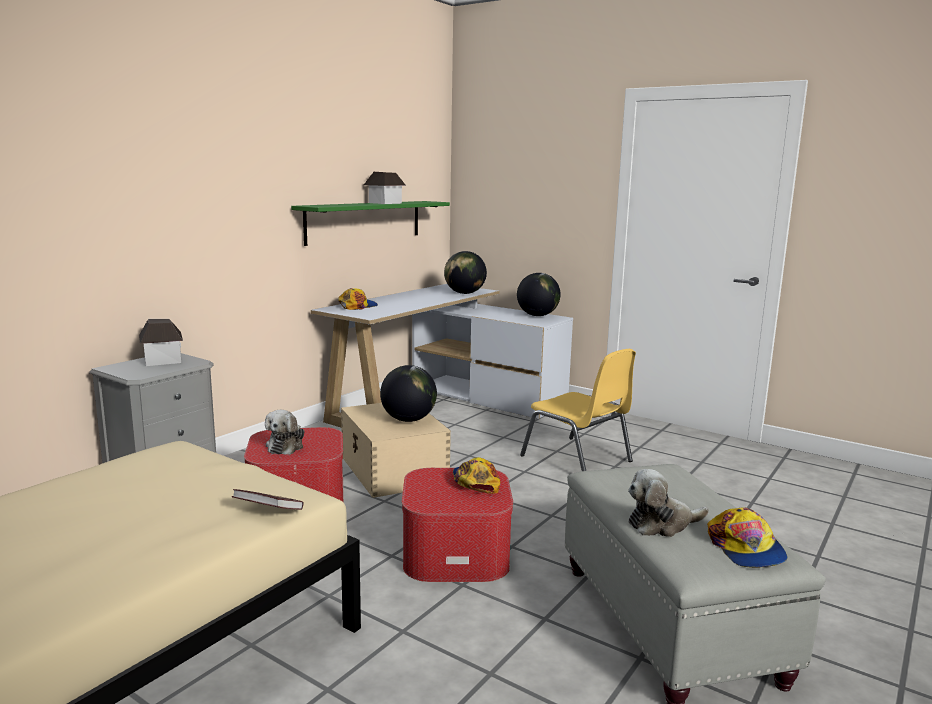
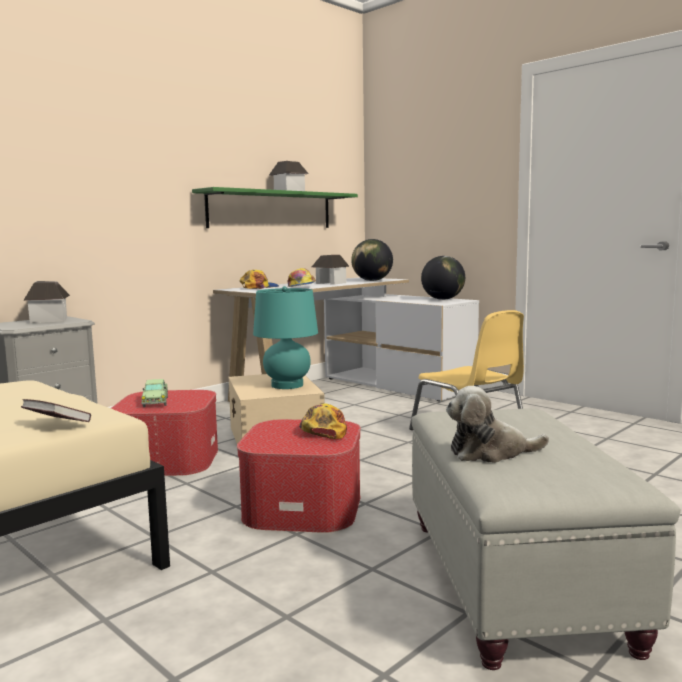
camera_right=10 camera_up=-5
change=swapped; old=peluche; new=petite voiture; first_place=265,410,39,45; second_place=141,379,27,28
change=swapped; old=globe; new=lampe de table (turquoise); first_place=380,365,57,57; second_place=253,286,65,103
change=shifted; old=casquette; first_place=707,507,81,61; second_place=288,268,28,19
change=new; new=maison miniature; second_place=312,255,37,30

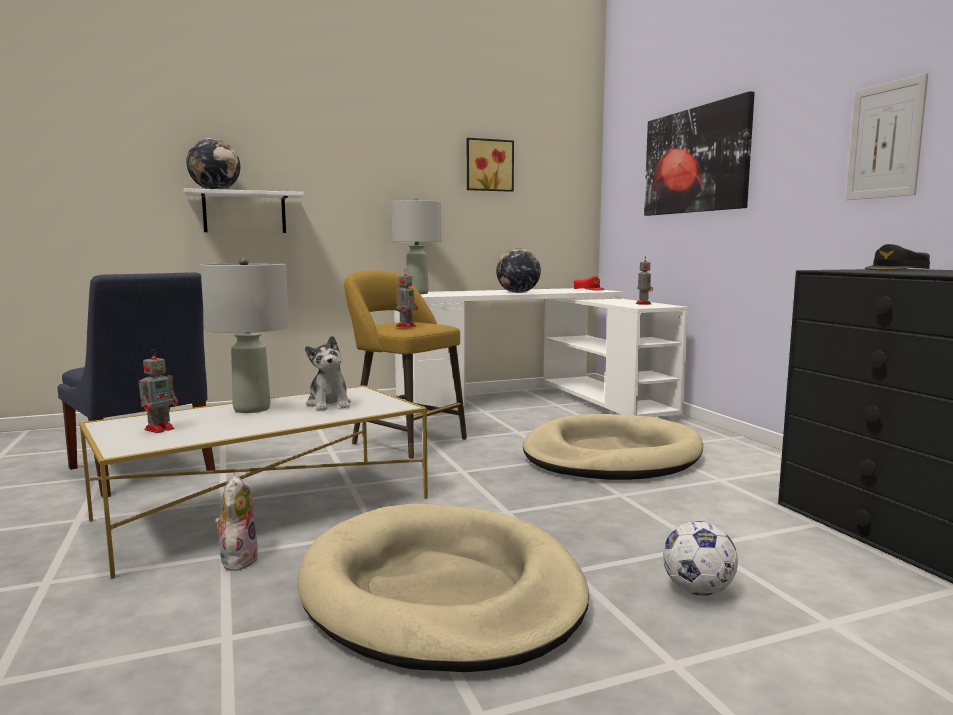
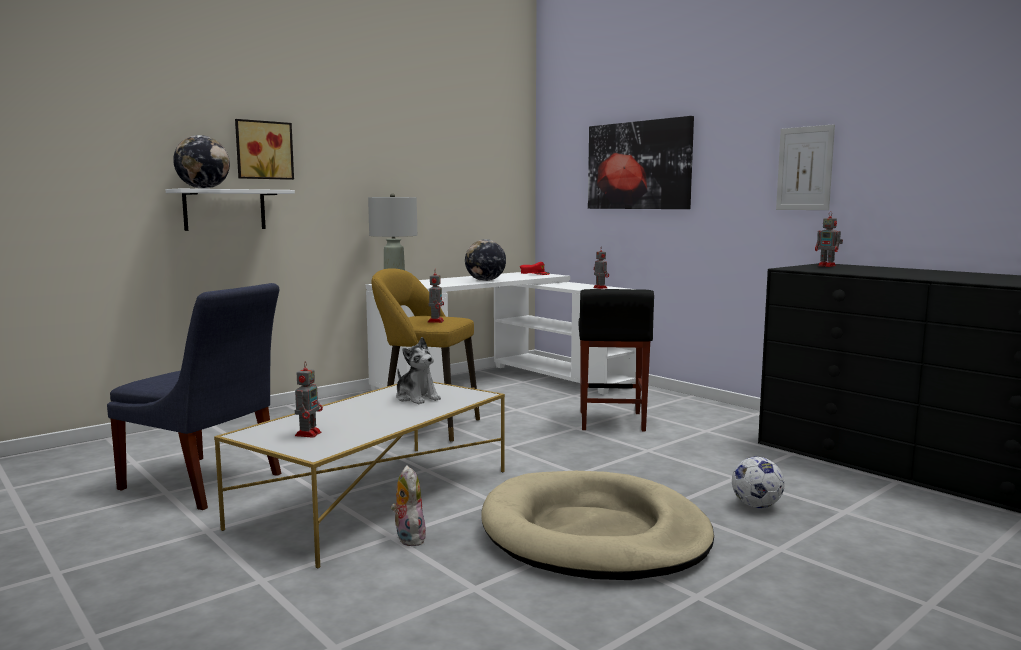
camera_right=-20 camera_up=0
change=gone; old=lampe de table (gris); first_place=200,258,89,155
change=shifted; old=tableau; first_place=467,138,47,54; second_place=235,119,59,61
change=swapped; old=panier pour chien (beige); new=tabouret (noir); first_place=523,414,180,66; second_place=579,289,75,142
change=swapped; old=casquette (noir); new=robot jouet; first_place=865,244,65,26; second_place=815,211,28,56

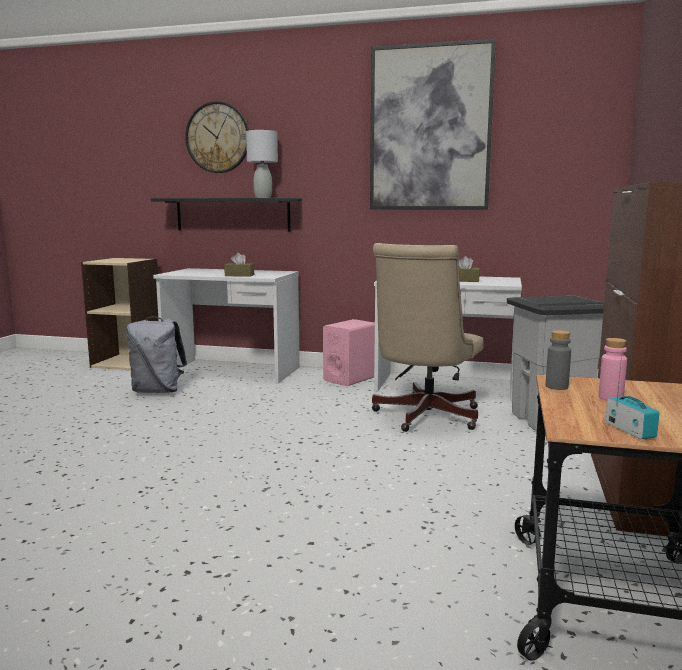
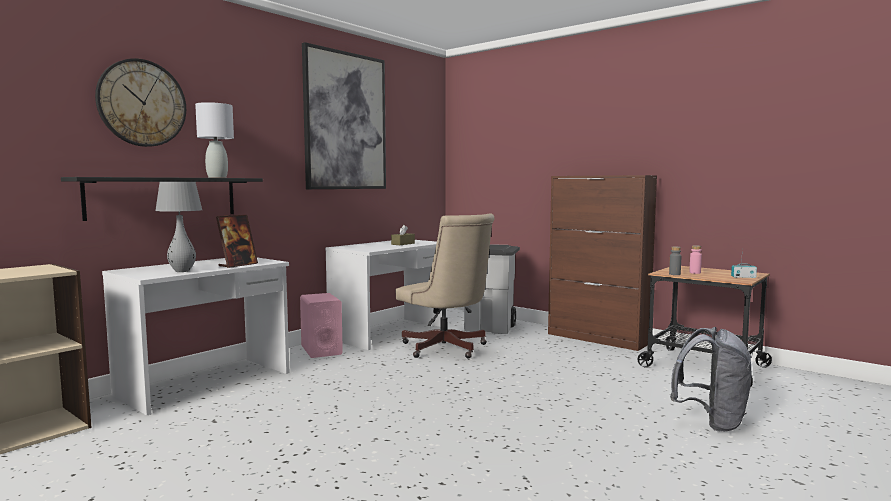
camera_right=-65 camera_up=-5
change=shifted; old=sac à dos (gris); first_place=126,317,61,76; second_place=670,327,82,105
change=swapped; old=boîte à mouchoirs (marron); new=cadre photo; first_place=224,253,30,24; second_place=216,215,42,53
change=new; new=lampe de table (gris); second_place=155,182,47,90

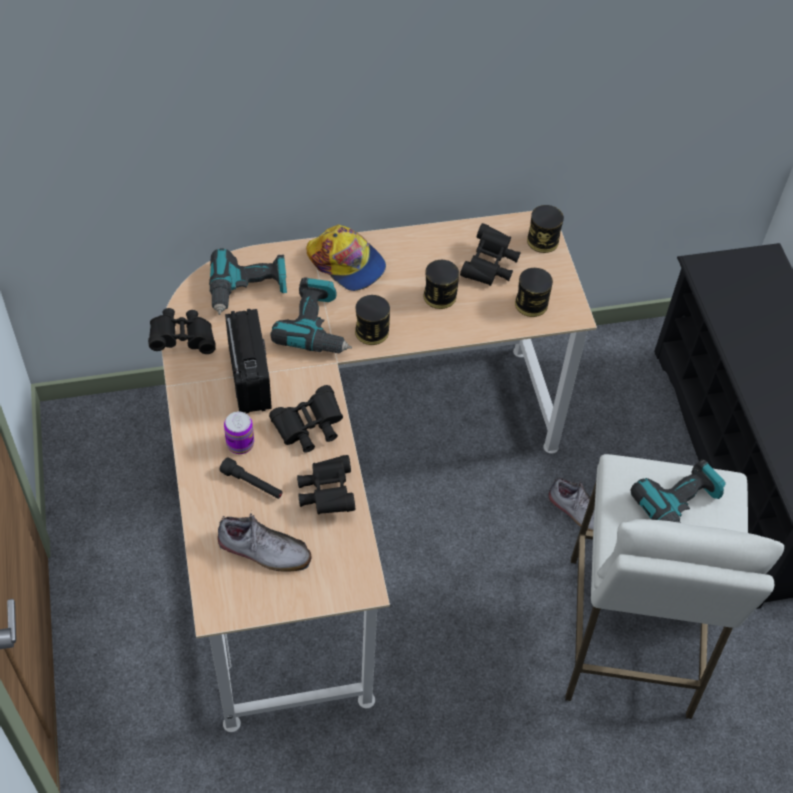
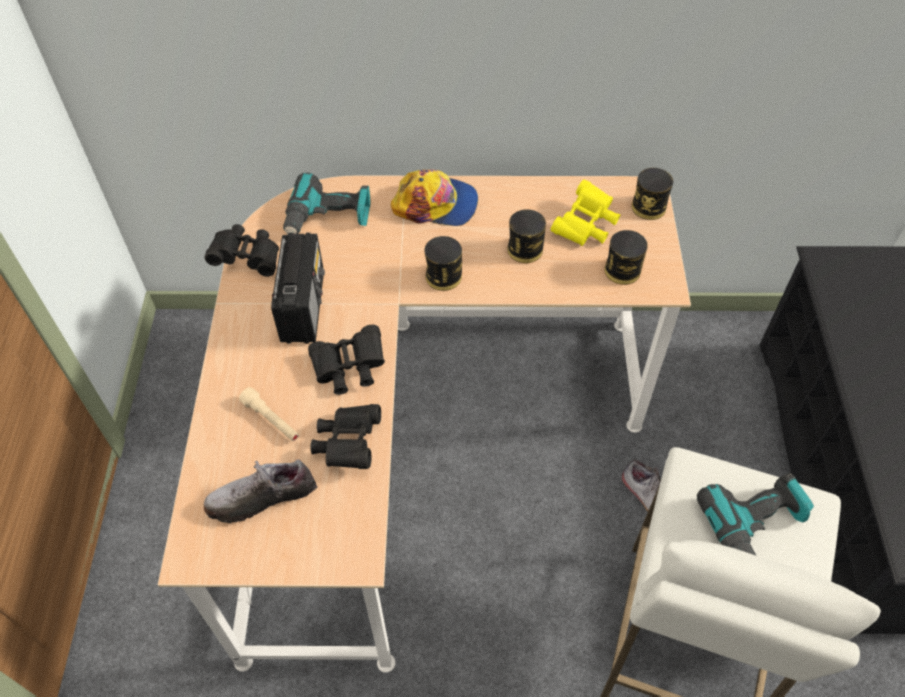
camera_right=15 camera_up=0
change=rotated; old=chaussure; first_place=218,513,94,59; second_place=204,459,114,64; degrees=135
change=repainted; old=lampe de poche (noir); new=lampe de poche (beige); first_place=220,457,63,42; second_place=239,387,60,54
change=gone; old=boîte métallique; first_place=224,411,30,43
change=gone; old=perceuse; first_place=271,277,81,76
change=rotated; old=casquette; first_place=306,225,80,66; second_place=391,169,87,57; degrees=-45
change=repainted; old=jumelles (noir); new=jumelles (jaune); first_place=460,223,61,63; second_place=551,180,69,66

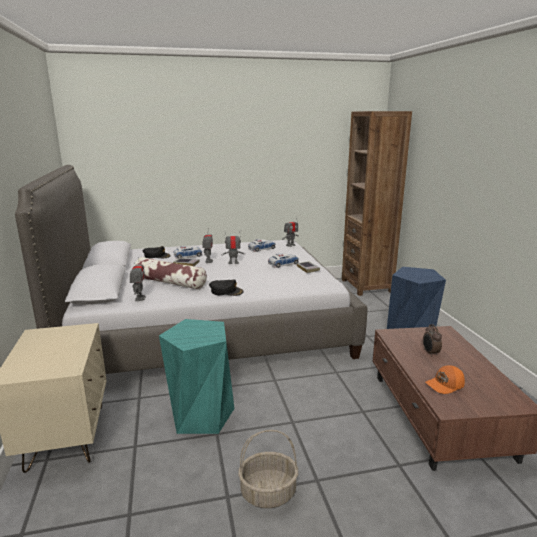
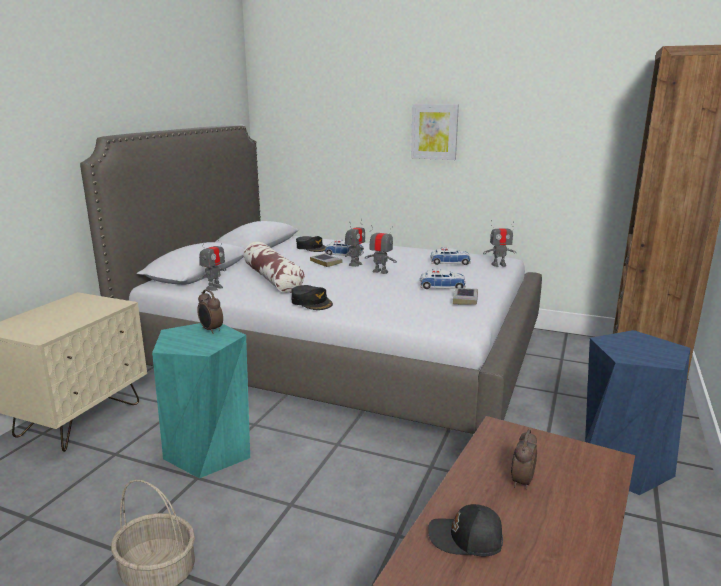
camera_right=35 camera_up=0
change=repainted; old=casquette (orange); new=casquette (noir); first_place=425,365,40,29; second_place=428,504,75,52
change=new; new=réveil; second_place=197,289,26,45
change=new; new=tableau; second_place=411,104,48,56

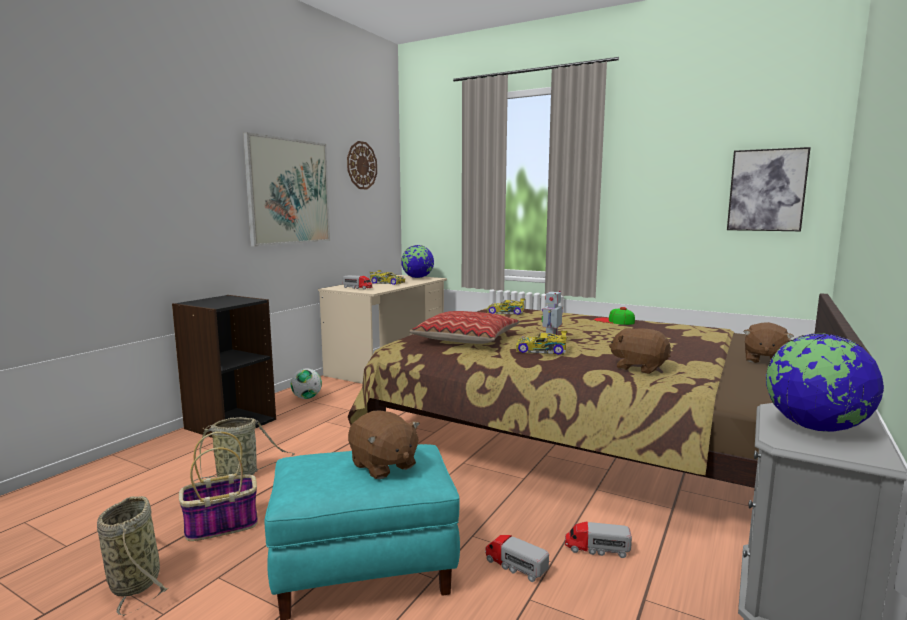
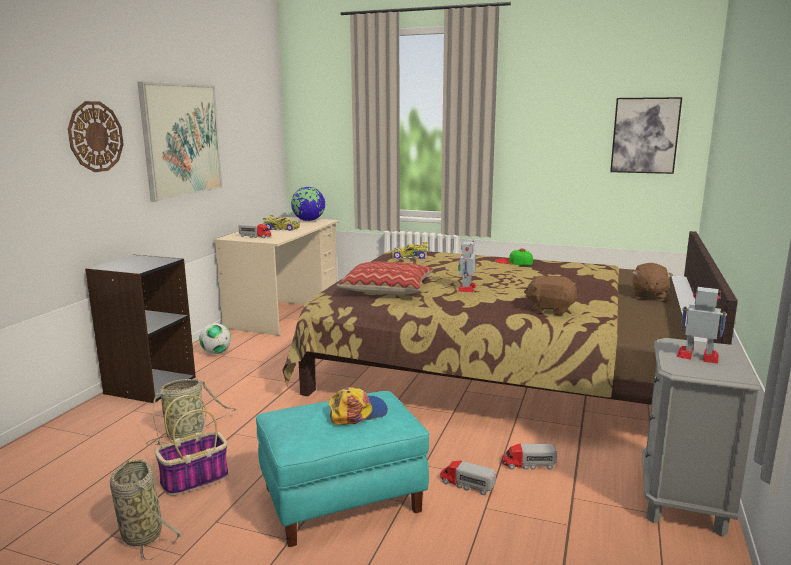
camera_right=-10 camera_up=5
change=shifted; old=horloge murale; first_place=347,141,30,48; second_place=68,101,56,71
change=swapped; old=peluche (marron); new=casquette; first_place=348,410,72,69; second_place=328,387,60,38
change=gone; old=petite voiture; first_place=516,331,52,24
change=swapped; old=globe; new=robot jouet; first_place=766,334,118,98; second_place=677,287,50,77

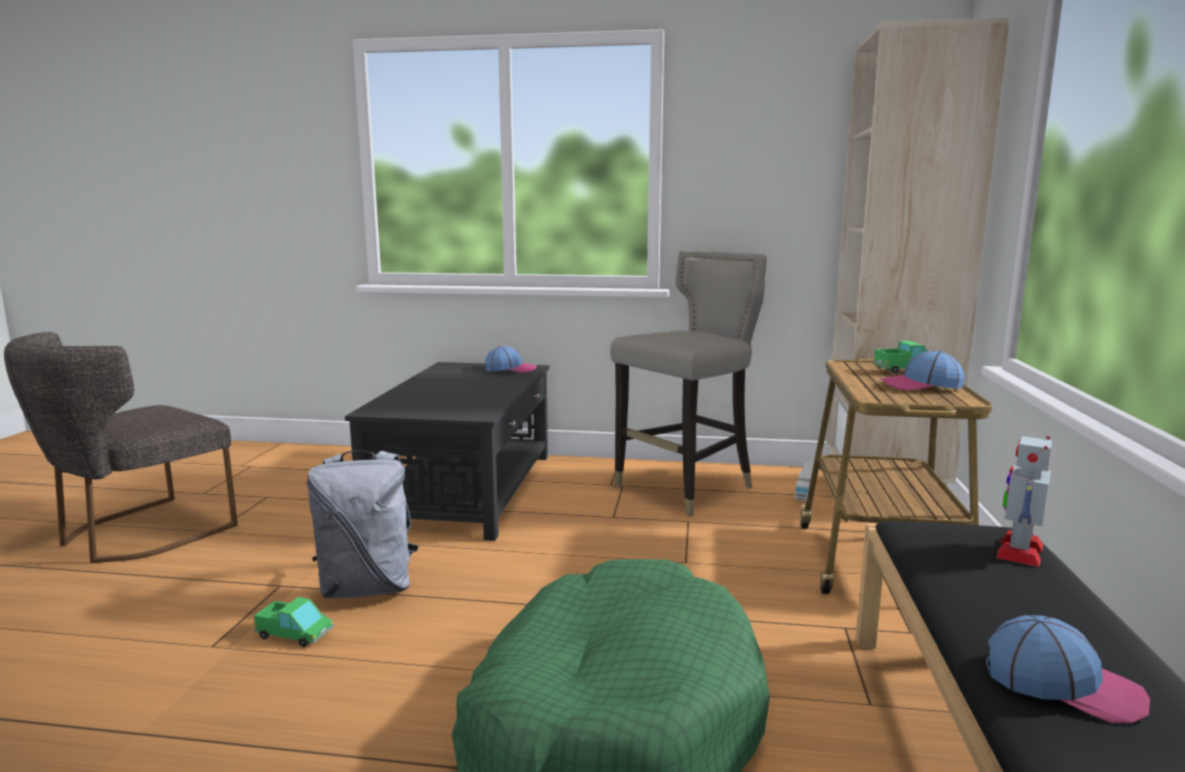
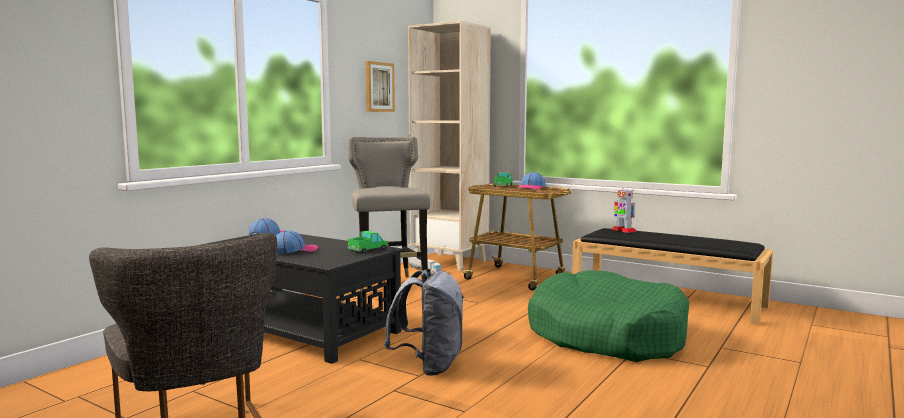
camera_right=-65 camera_up=-5
change=shifted; old=camion jouet; first_place=254,597,80,50; second_place=348,231,40,22
change=shifted; old=casquette; first_place=986,615,164,108; second_place=276,230,43,24
change=new; new=tableau; second_place=366,61,29,51

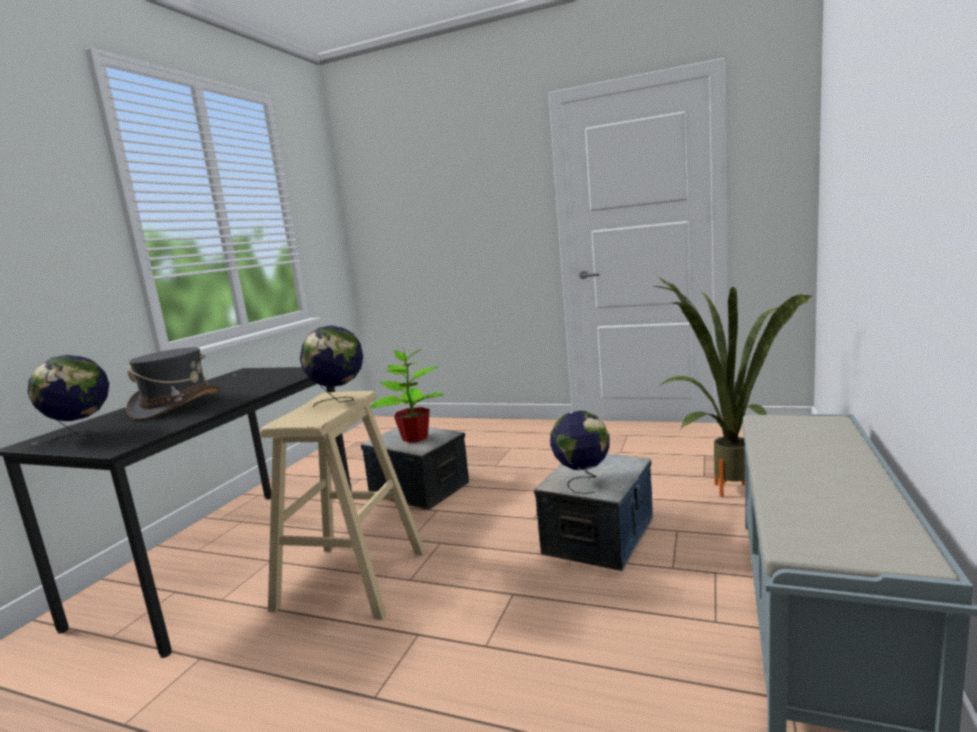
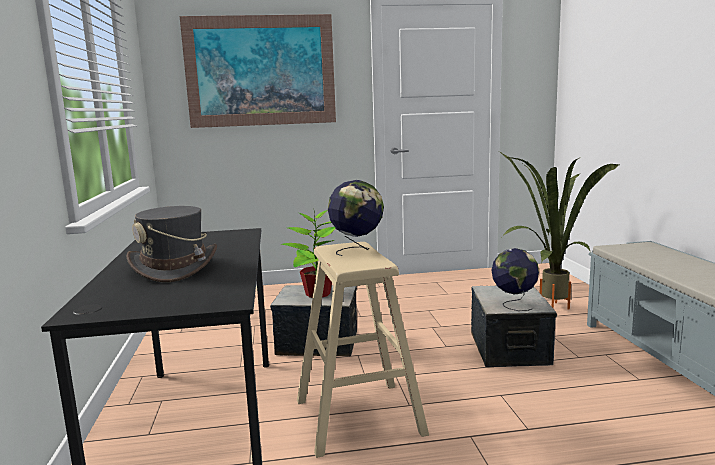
camera_right=-30 camera_up=0
change=gone; old=globe; first_place=27,354,82,90
change=new; new=tableau; second_place=180,14,156,114

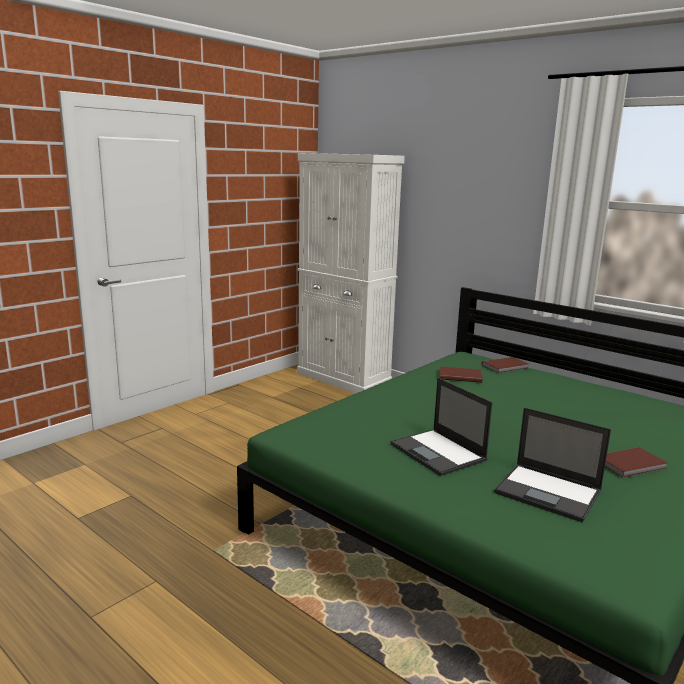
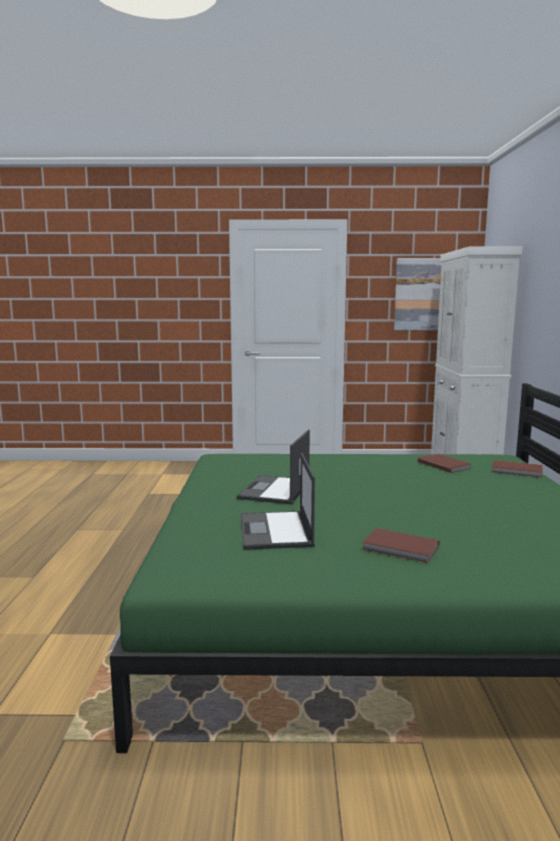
camera_right=50 camera_up=-5
change=new; new=tableau; second_place=394,258,48,72

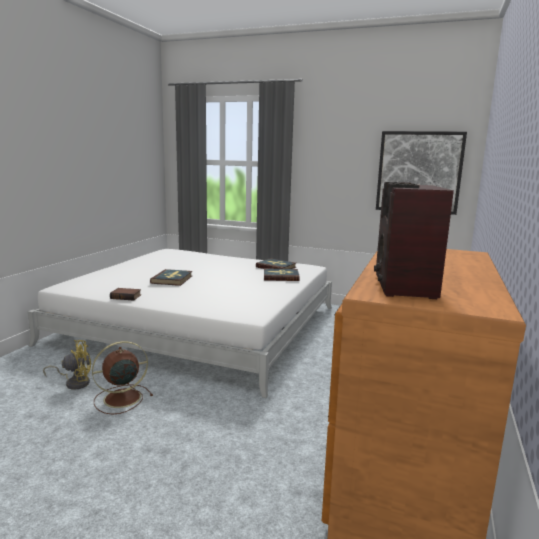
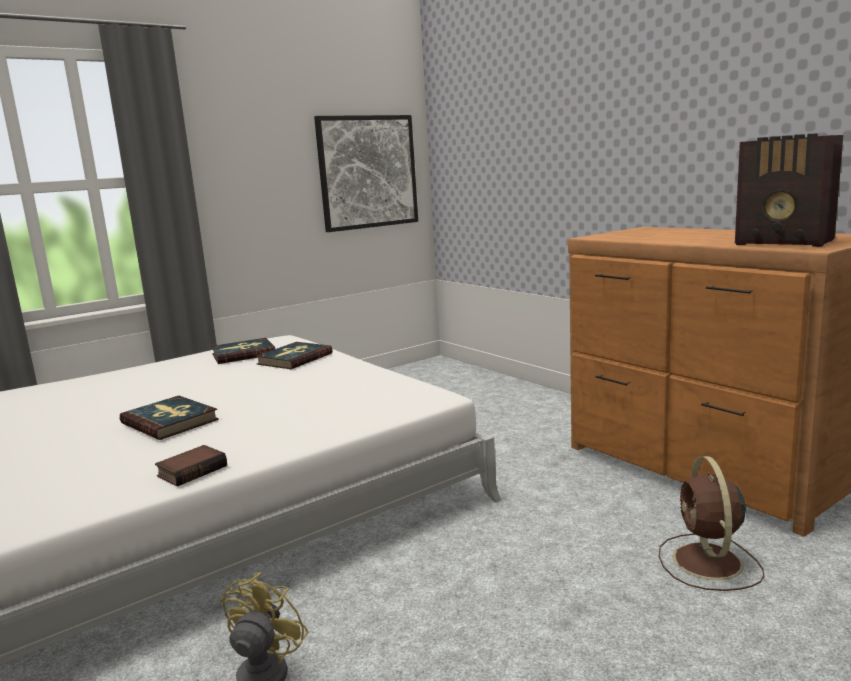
camera_right=-55 camera_up=0
change=shifted; old=ventilateur (marron); first_place=92,341,61,74; second_place=659,456,106,135

